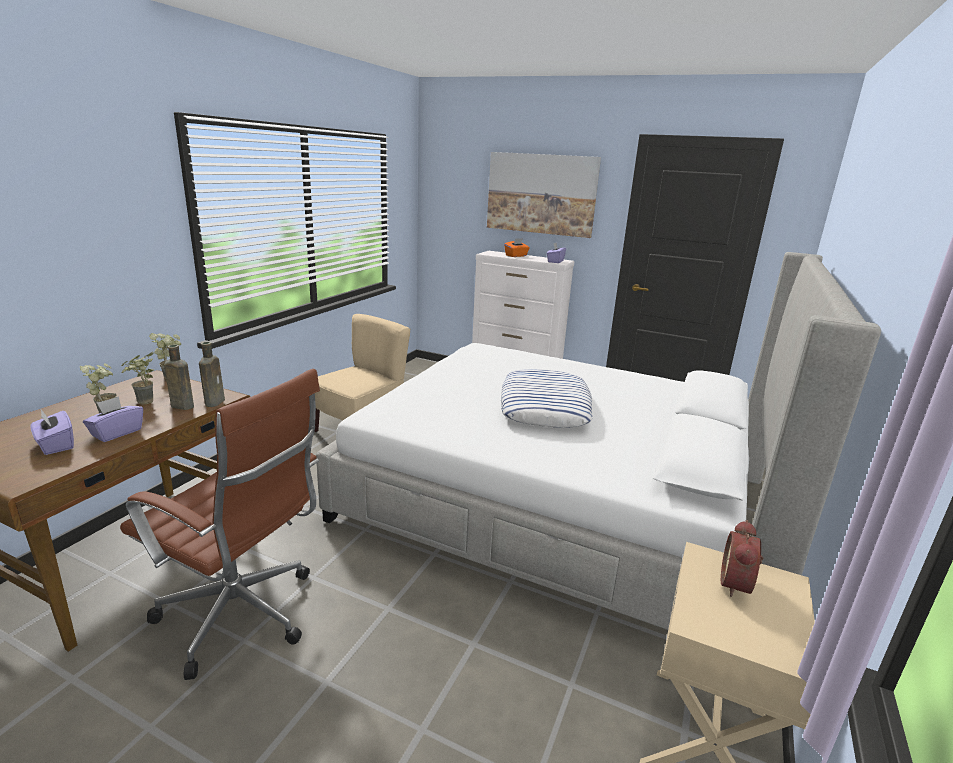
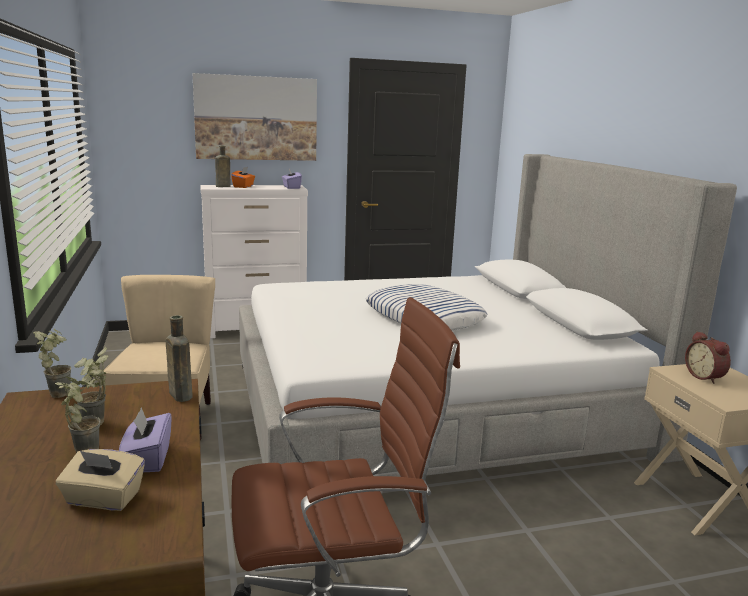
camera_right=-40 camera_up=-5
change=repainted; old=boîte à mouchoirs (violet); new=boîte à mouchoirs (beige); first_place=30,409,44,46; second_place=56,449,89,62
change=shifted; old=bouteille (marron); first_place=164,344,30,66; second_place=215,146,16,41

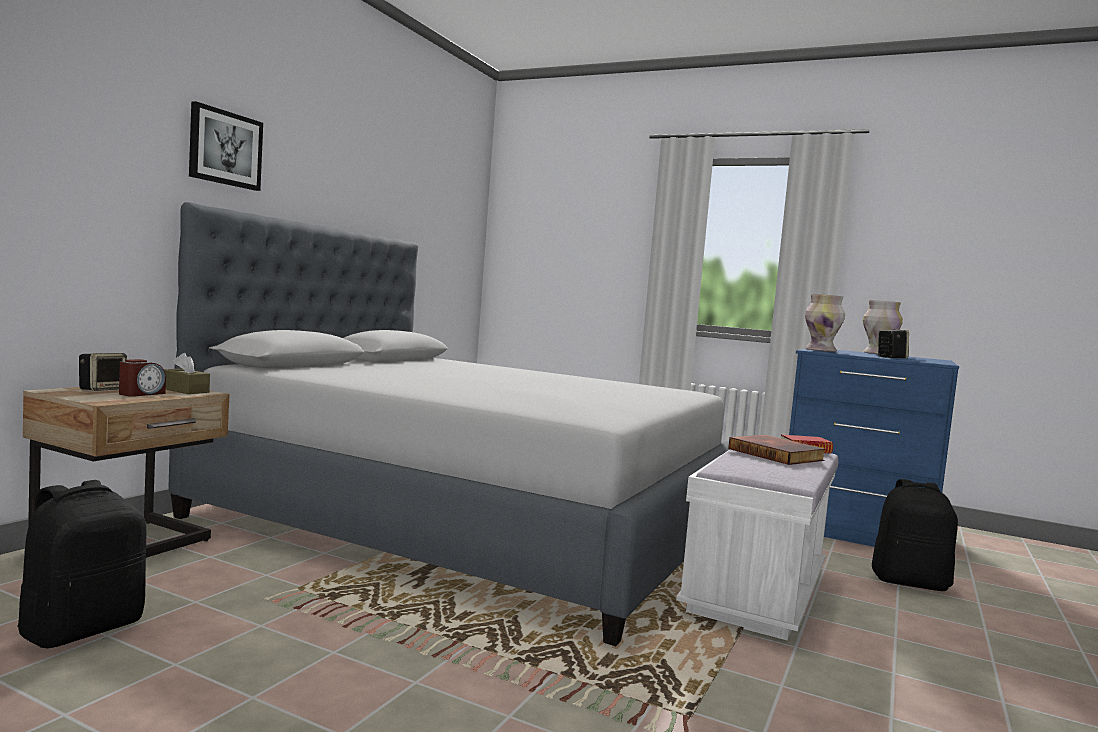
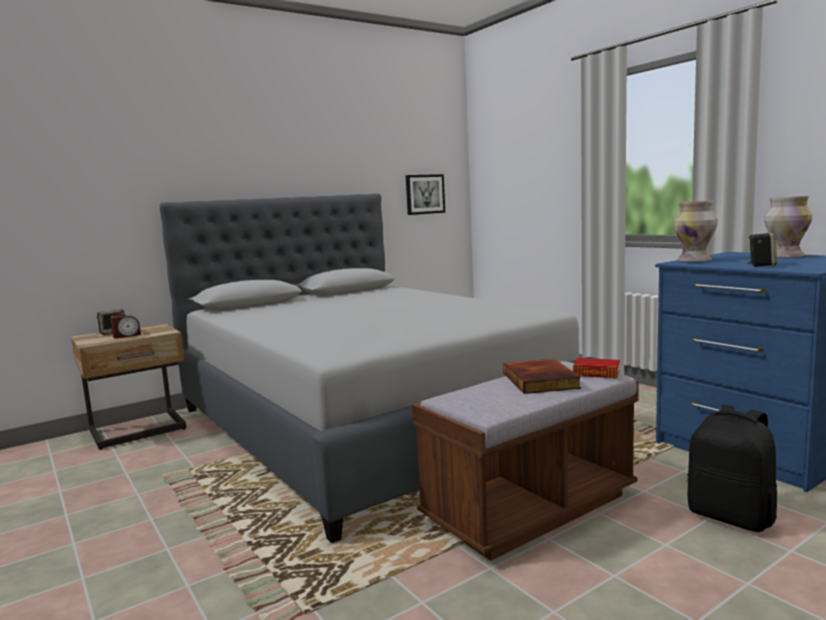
camera_right=30 camera_up=5
change=gone; old=sac à dos (noir); first_place=17,480,130,168
change=gone; old=boîte à mouchoirs (marron); first_place=164,353,46,41
change=shifted; old=tableau; first_place=189,101,74,90; second_place=406,174,39,41
change=repainted; old=banc (blanc); new=banc (marron); first_place=676,450,162,190; second_place=412,361,227,200

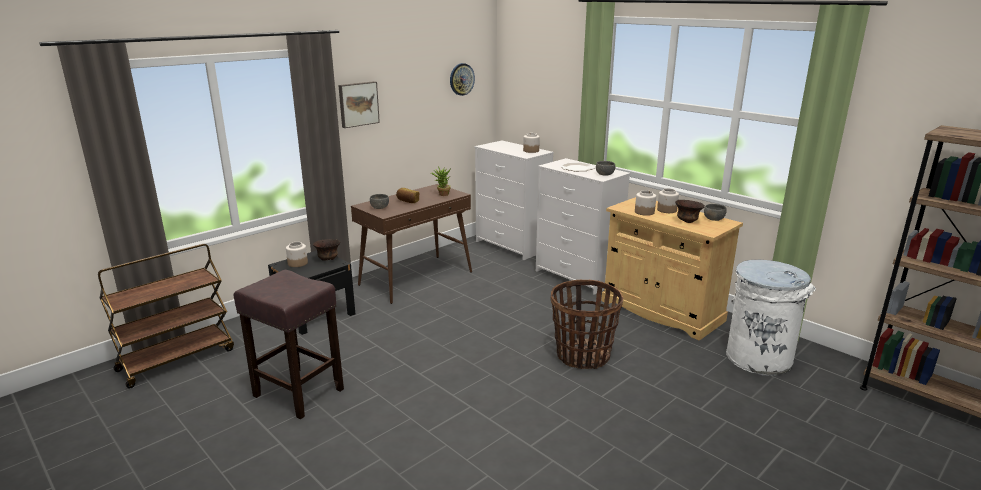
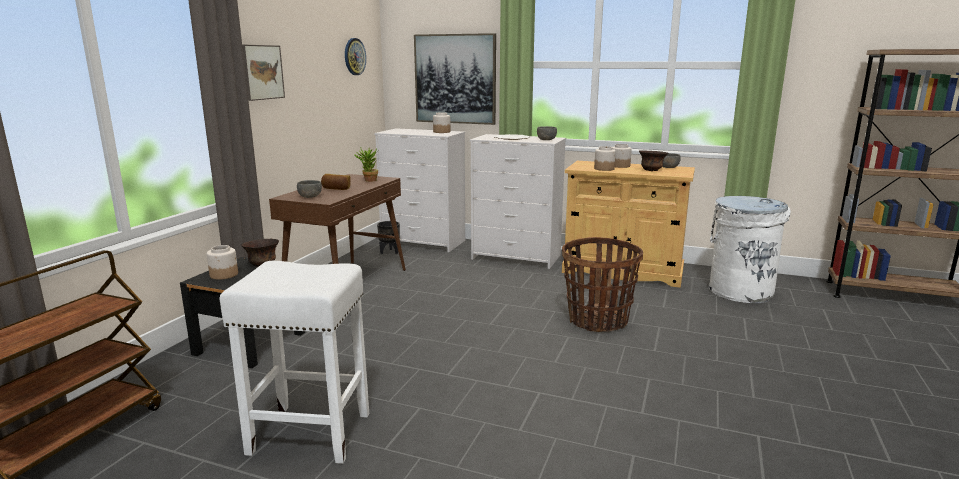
camera_right=-25 camera_up=-5
change=repainted; old=tabouret (marron); new=tabouret (blanc); first_place=234,270,110,149; second_place=220,261,149,203
change=new; new=cache-pot (noir); second_place=377,221,23,33
change=new; new=tableau; second_place=414,33,82,92

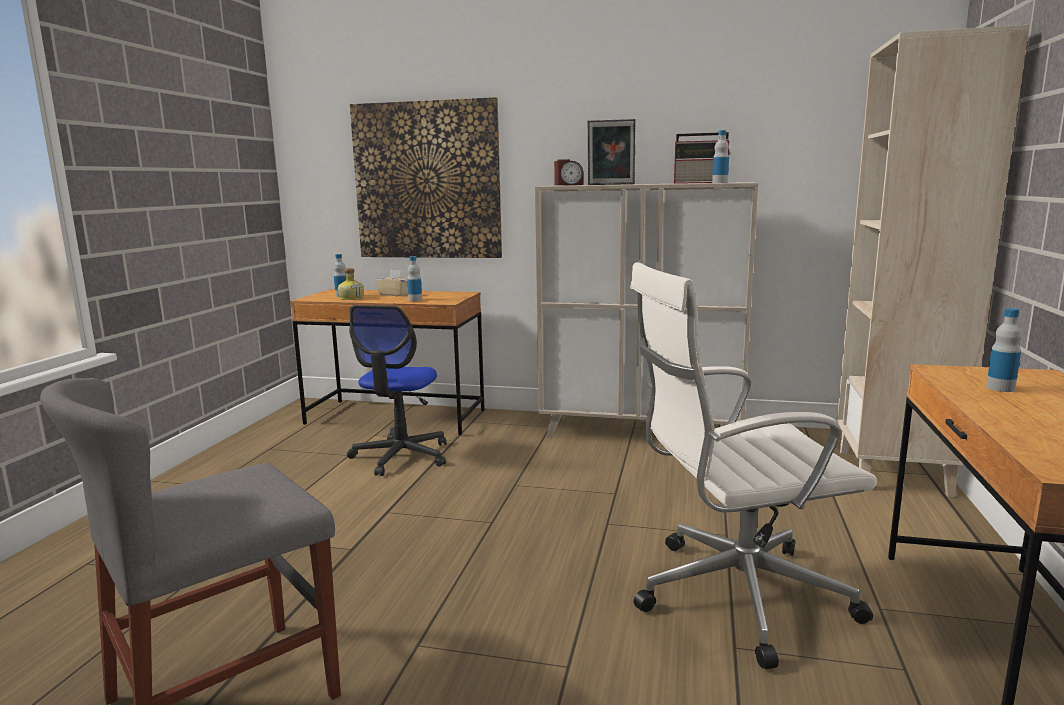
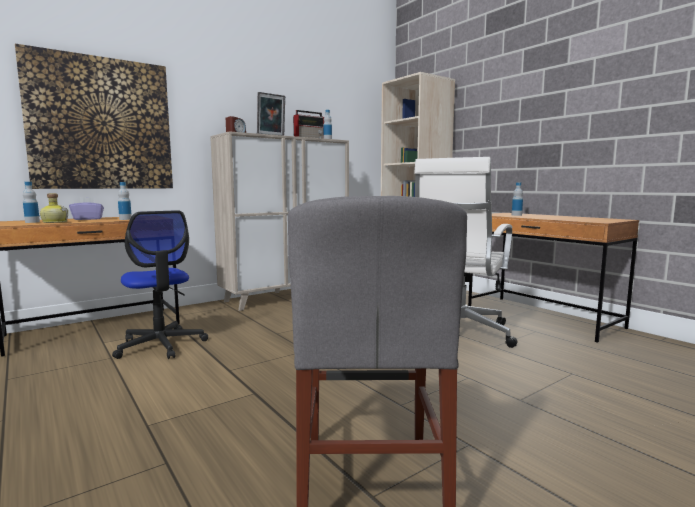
camera_right=-50 camera_up=-5
change=repainted; old=boîte à mouchoirs (beige); new=boîte à mouchoirs (violet); first_place=376,270,32,26; second_place=69,197,35,23

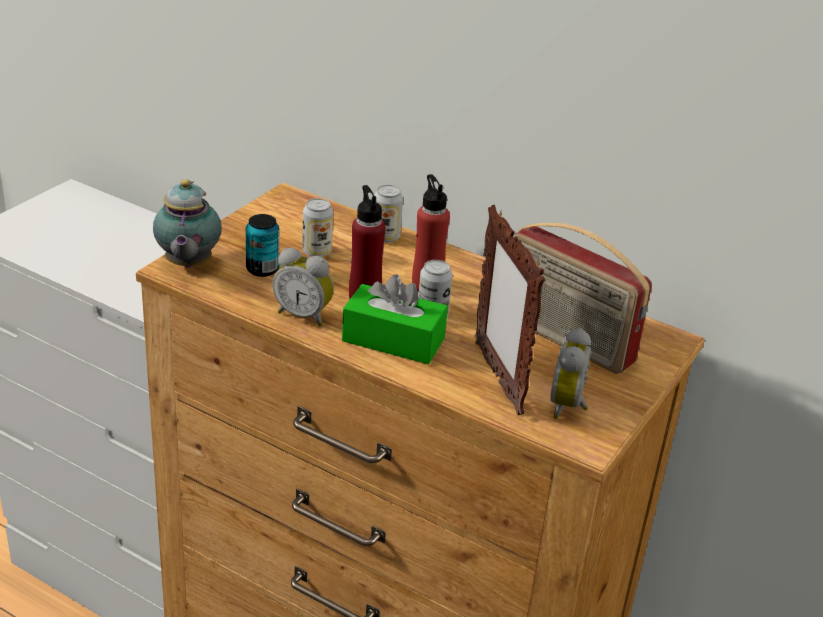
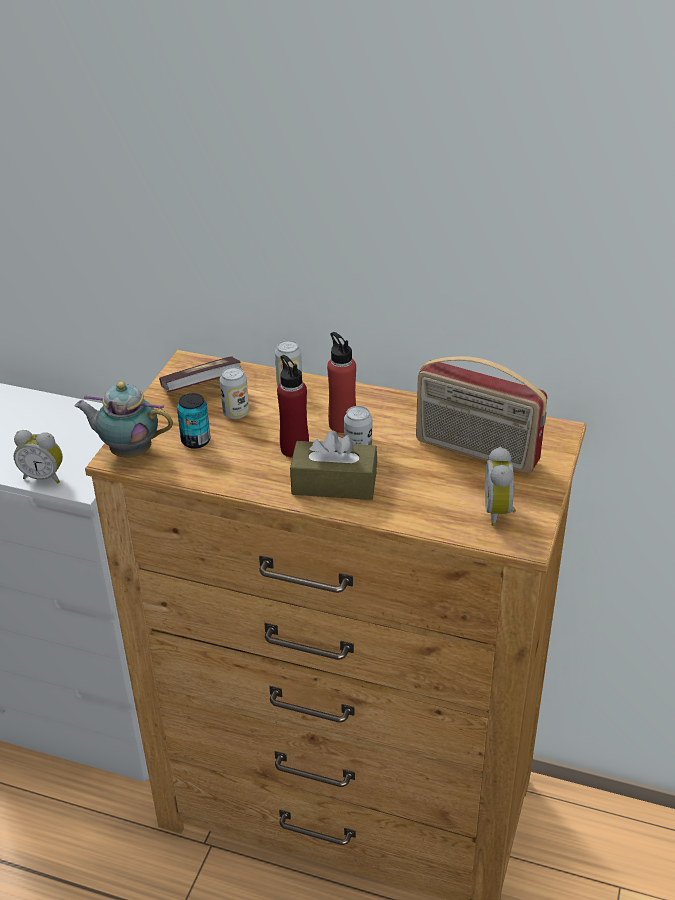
camera_right=-10 camera_up=5
change=rotated; old=théière; first_place=153,179,69,89; second_place=75,382,98,76; degrees=120
change=shifted; old=réveil; first_place=272,248,62,79; second_place=13,430,50,53
change=repainted; old=boîte à mouchoirs (vert); new=boîte à mouchoirs (marron); first_place=342,274,106,90; second_place=290,431,87,69
change=gone; old=cadre photo; first_place=475,205,70,210
change=new; new=livre; second_place=159,356,85,36

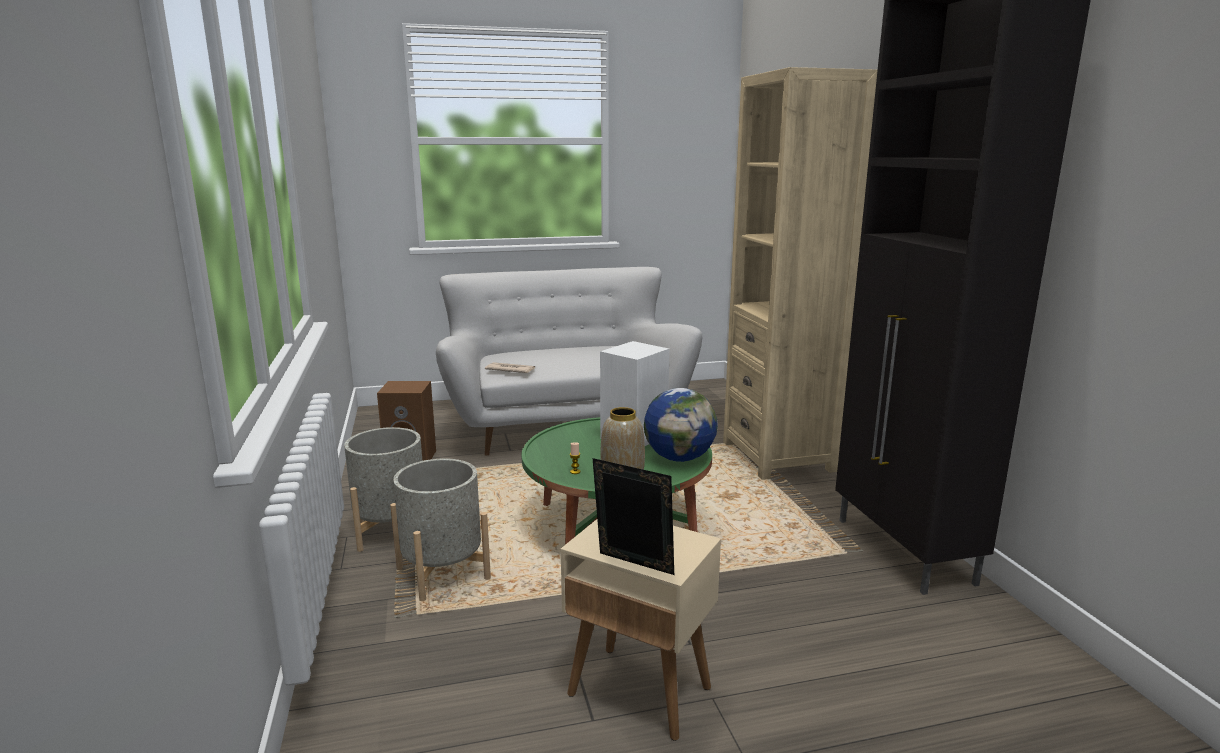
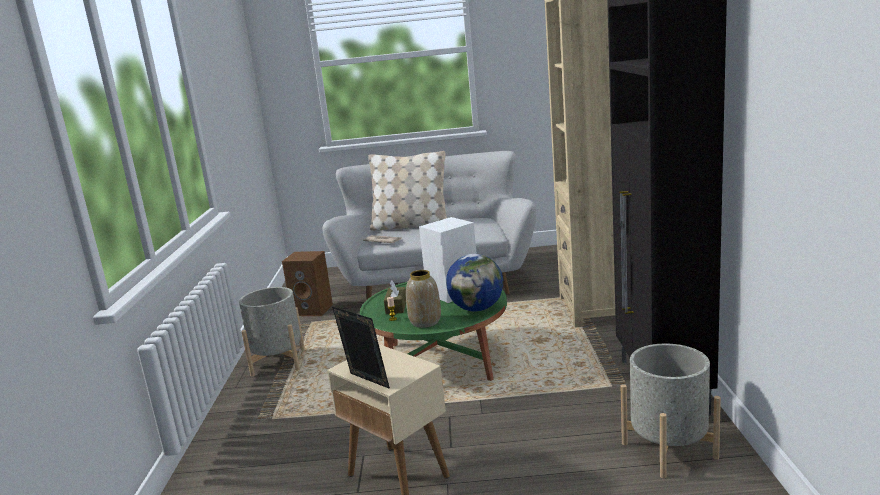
camera_right=15 camera_up=0
change=shifted; old=cache-pot (gris); first_place=390,458,101,143; second_place=621,344,100,134
change=new; new=coussin (beige); second_place=368,151,79,80
change=new; new=boîte à mouchoirs (marron); second_place=384,280,22,34

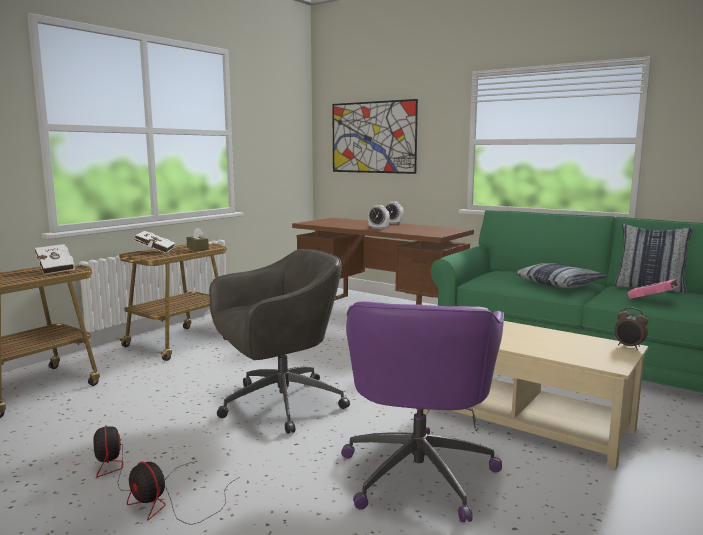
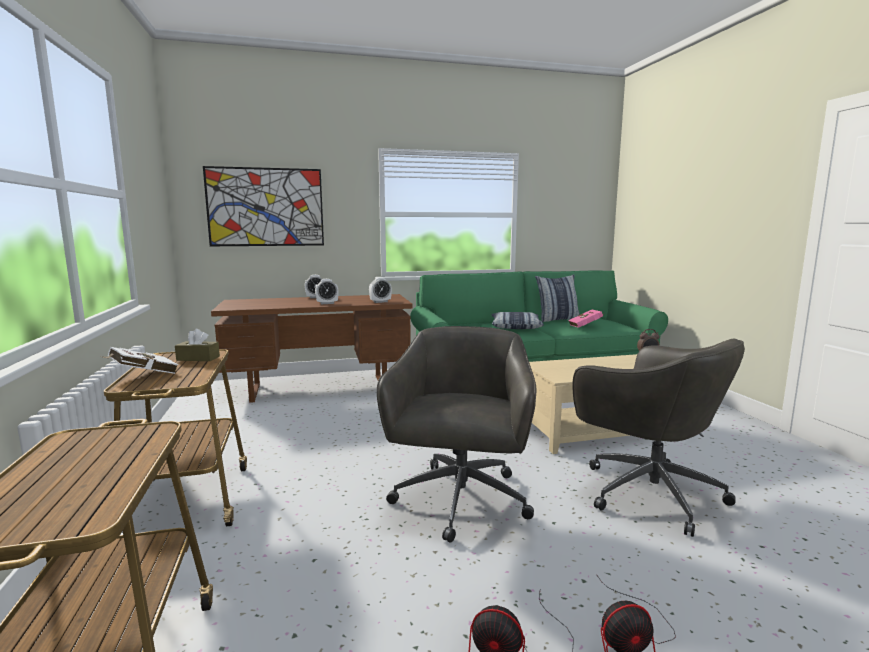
camera_right=-50 camera_up=0
change=gone; old=livre (blanc); first_place=35,244,40,31
change=repainted; old=chaise de bureau (violet); new=chaise de bureau (gris); first_place=341,301,163,221; second_place=572,338,173,199
change=new; new=réveil; second_place=369,278,23,25

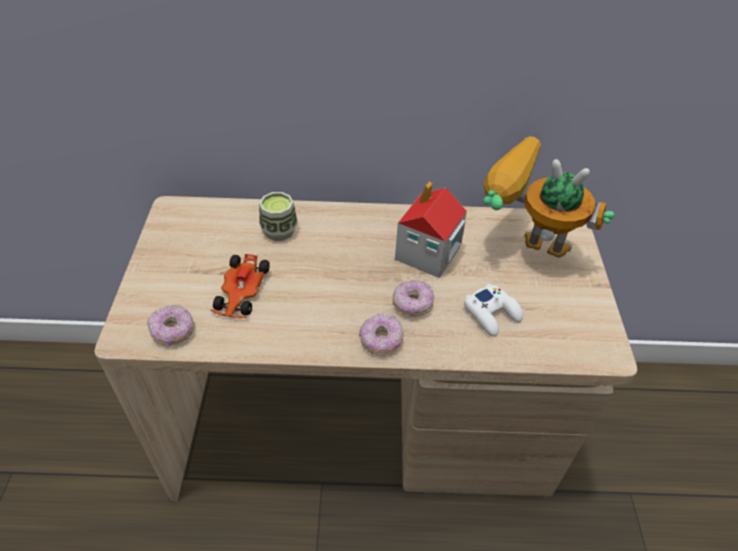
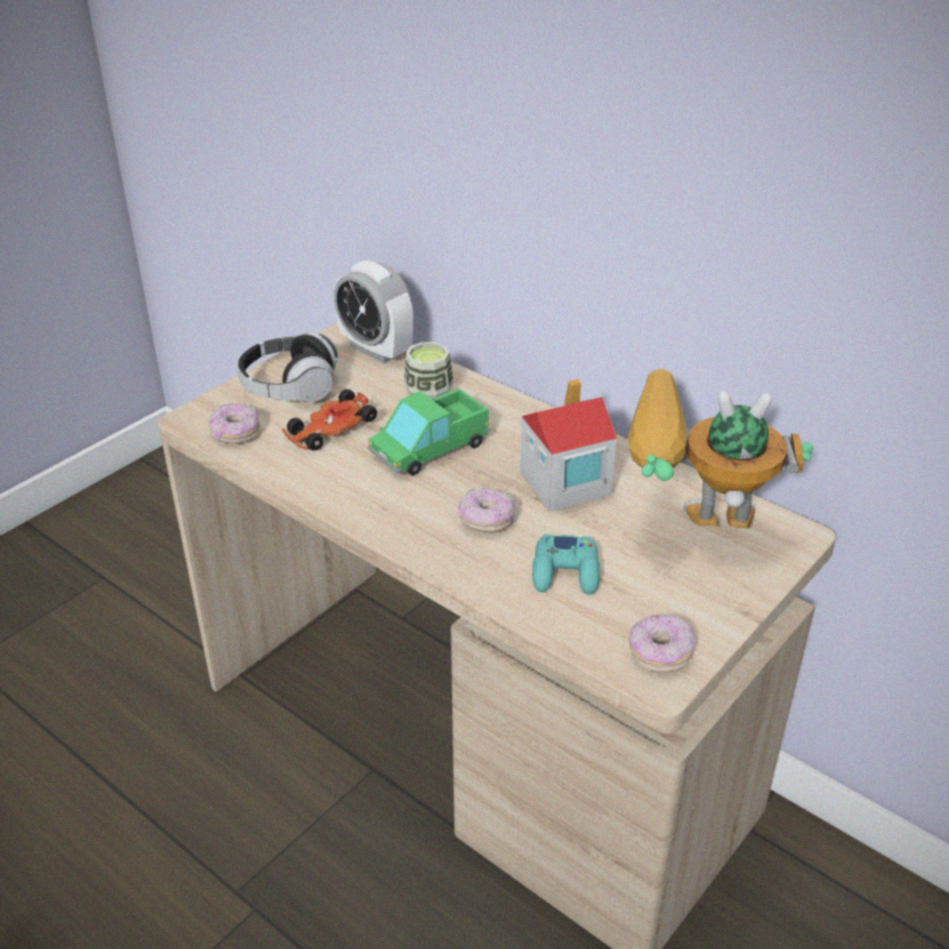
camera_right=40 camera_up=-10
change=shifted; old=beignet; first_place=359,313,45,43; second_place=629,615,66,58
change=repainted; old=manette (blanc); new=manette (turquoise); first_place=464,284,59,53; second_place=532,534,68,61
change=rotated; old=robot jouet; first_place=483,136,131,122; second_place=628,369,185,160; degrees=-60
change=new; new=casque audio; second_place=237,332,101,70
change=new; new=réveil; second_place=334,260,79,103
change=new; new=camion jouet; second_place=368,388,122,88

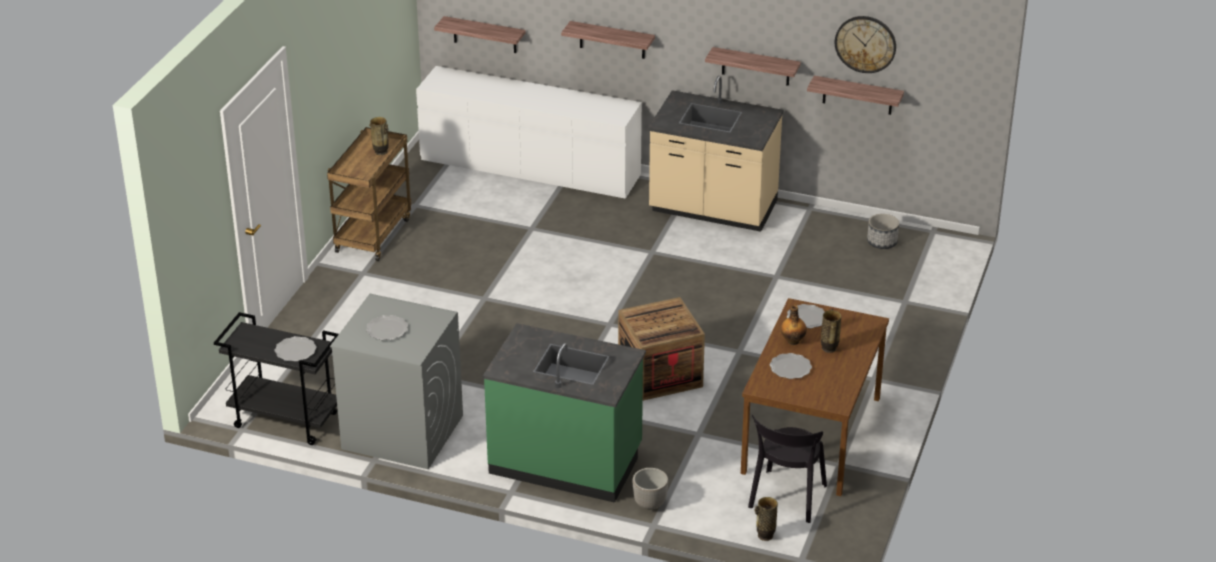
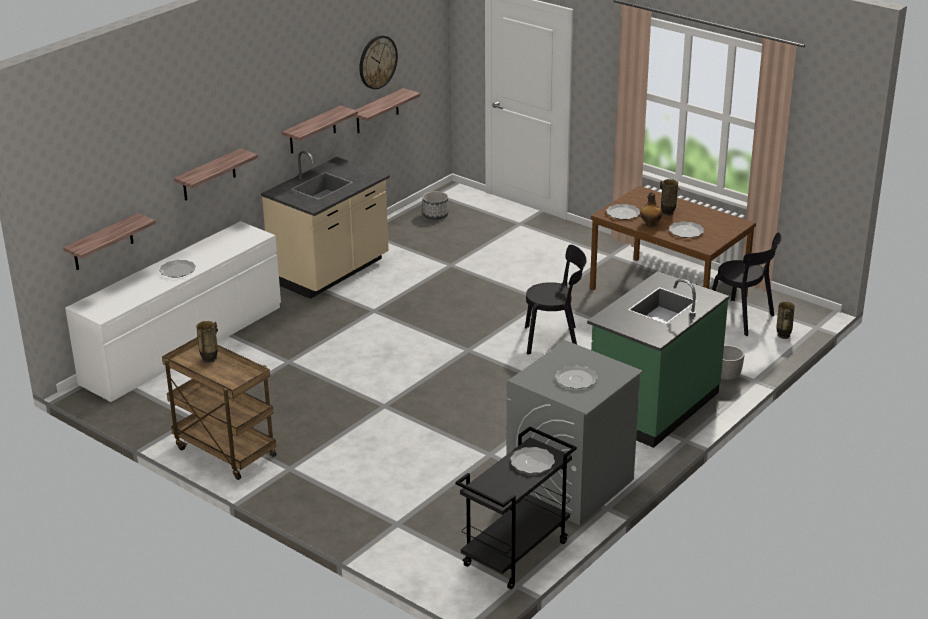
camera_right=-70 camera_up=-5
change=swapped; old=caisse; new=chaise (noir); first_place=618,297,87,104; second_place=525,245,62,110
change=new; new=assiette; second_place=159,260,37,18

